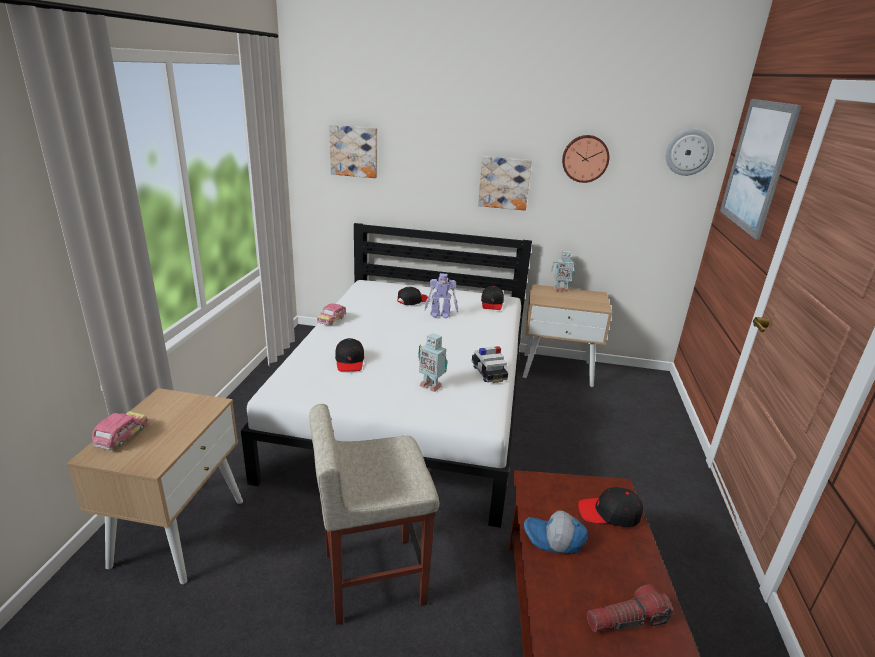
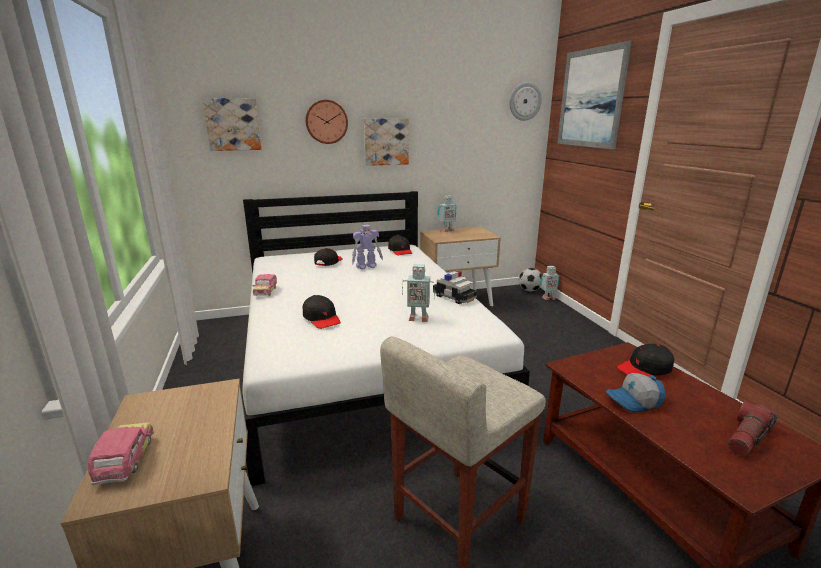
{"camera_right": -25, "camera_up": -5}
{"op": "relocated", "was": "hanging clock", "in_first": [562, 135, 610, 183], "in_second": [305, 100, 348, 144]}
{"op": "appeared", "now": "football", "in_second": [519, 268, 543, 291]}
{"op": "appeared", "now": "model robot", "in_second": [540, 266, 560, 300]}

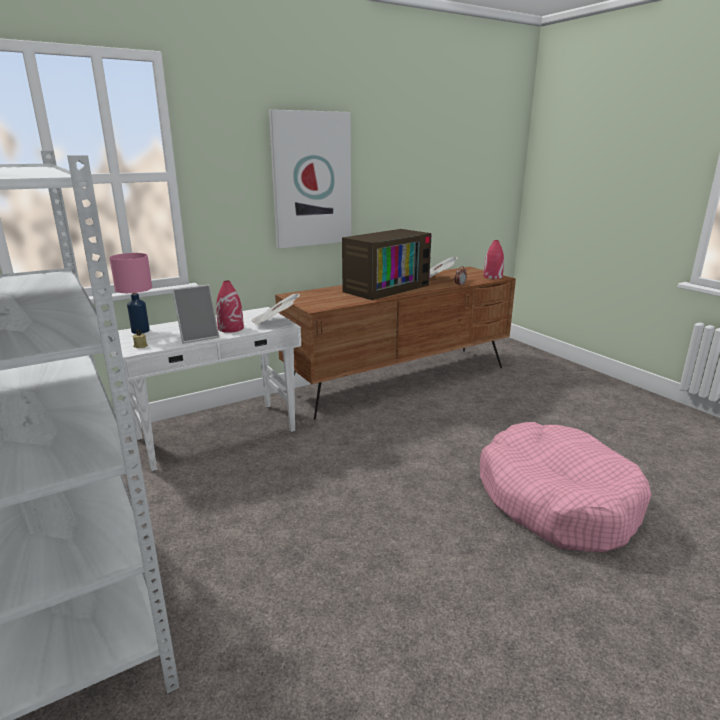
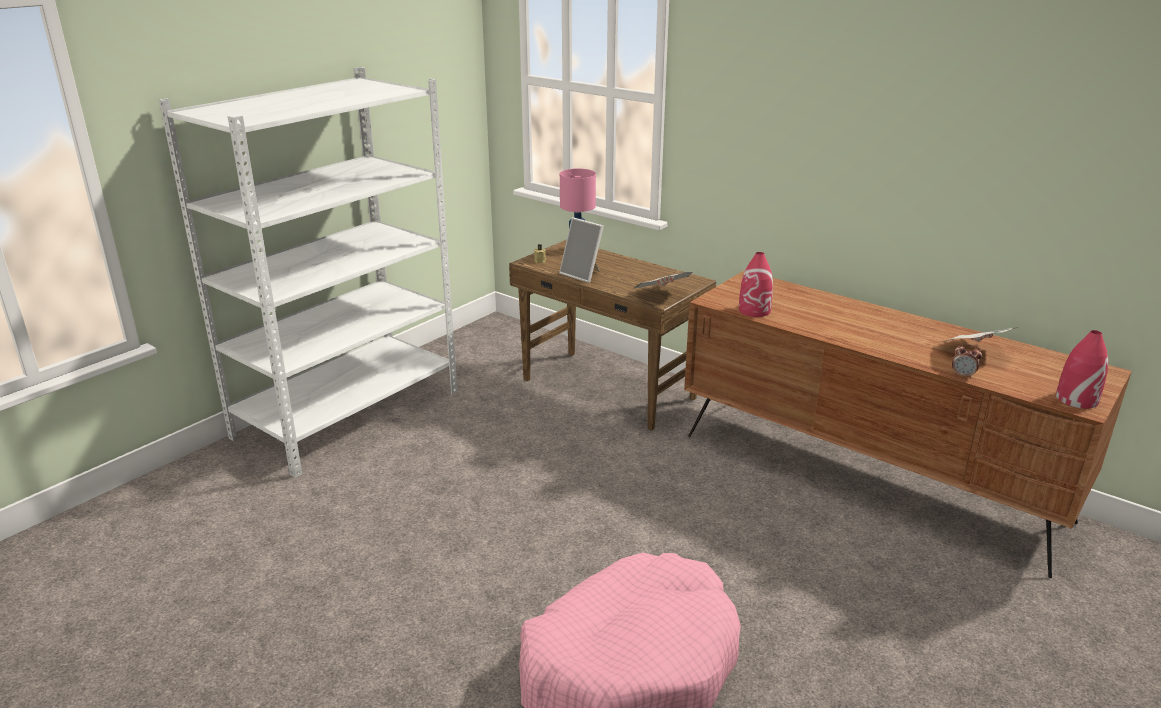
{"camera_right": 70, "camera_up": 5}
{"op": "colour", "was": "white hall table", "now": "brown hall table", "in_first": [111, 307, 301, 471], "in_second": [509, 240, 716, 431]}
{"op": "relocated", "was": "red flower vase", "in_first": [216, 281, 244, 333], "in_second": [739, 252, 773, 317]}
{"op": "missing", "was": "wall art", "in_first": [269, 109, 351, 249]}
{"op": "missing", "was": "TV set", "in_first": [342, 229, 432, 300]}

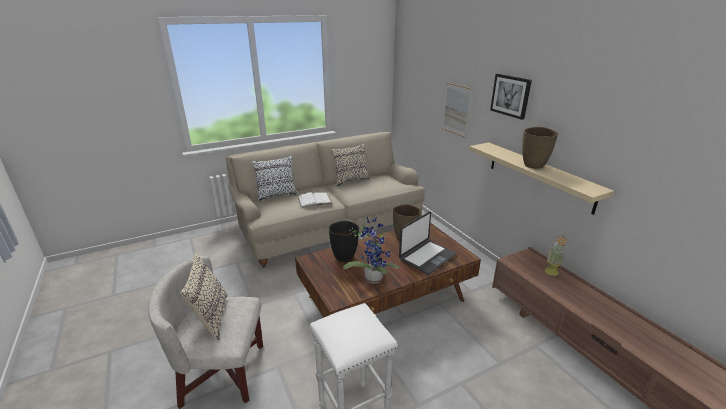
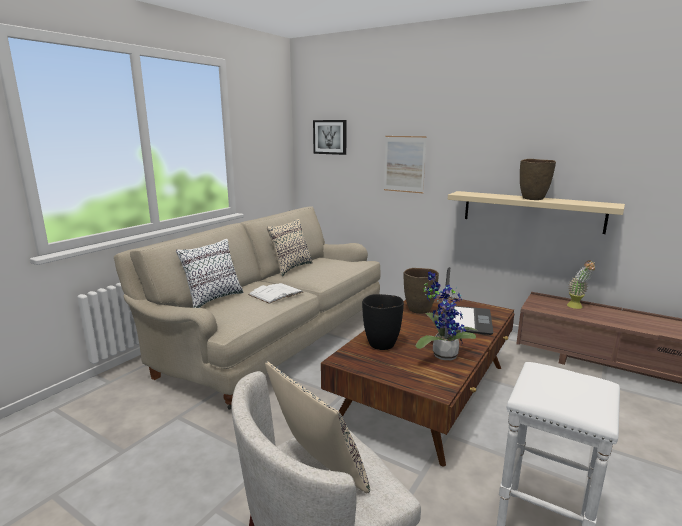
{"camera_right": -30, "camera_up": -10}
{"op": "relocated", "was": "wall art", "in_first": [490, 74, 532, 120], "in_second": [313, 120, 346, 155]}

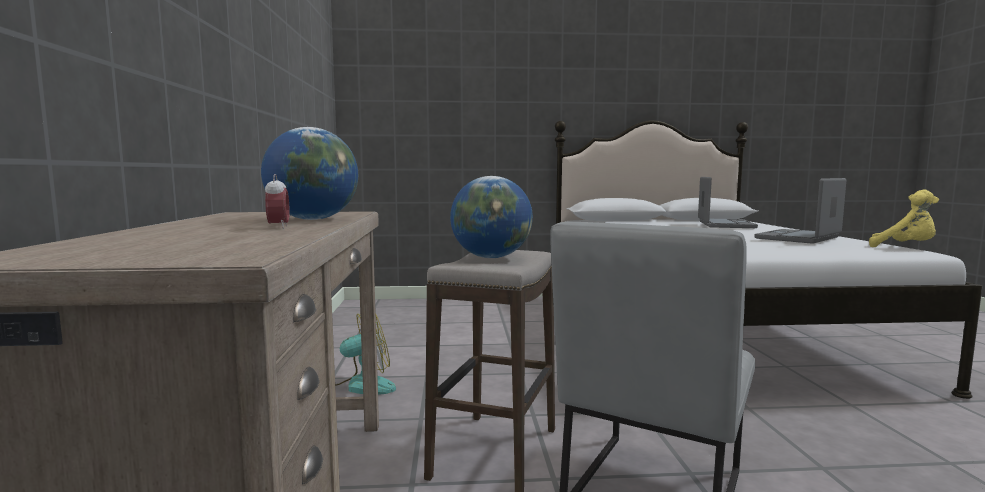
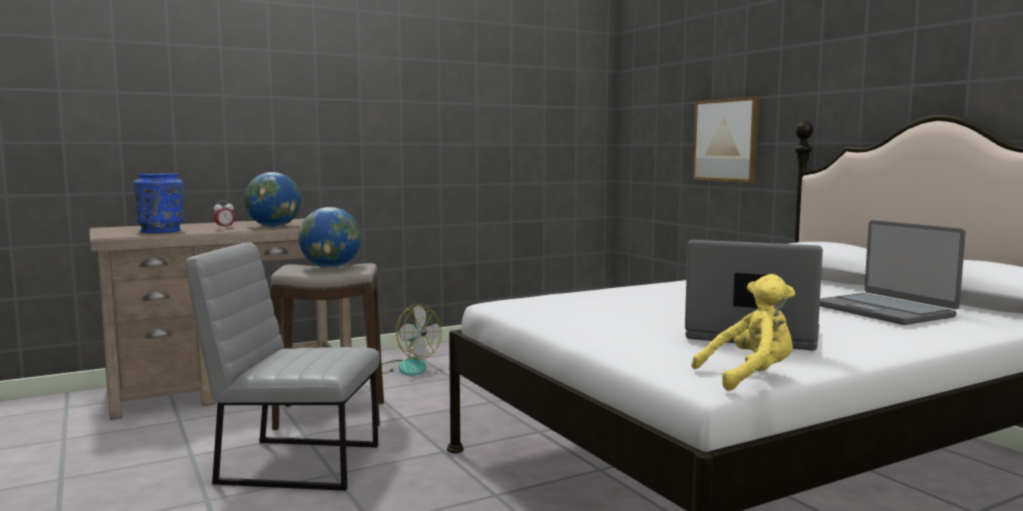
{"camera_right": 65, "camera_up": 0}
{"op": "appeared", "now": "bluish flower vase", "in_second": [133, 173, 184, 233]}
{"op": "spun", "was": "yellow soft toy", "in_first": [869, 190, 939, 247], "in_second": [692, 274, 795, 391], "clockwise": -120}
{"op": "appeared", "now": "wall art", "in_second": [693, 97, 759, 182]}
{"op": "spun", "was": "notebook computer", "in_first": [698, 177, 758, 228], "in_second": [820, 220, 966, 325], "clockwise": 75}

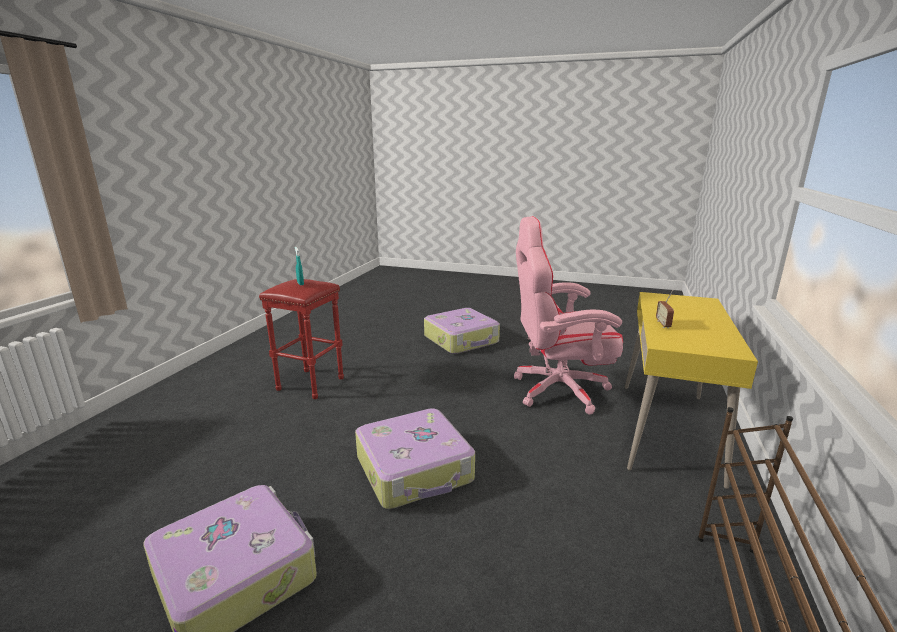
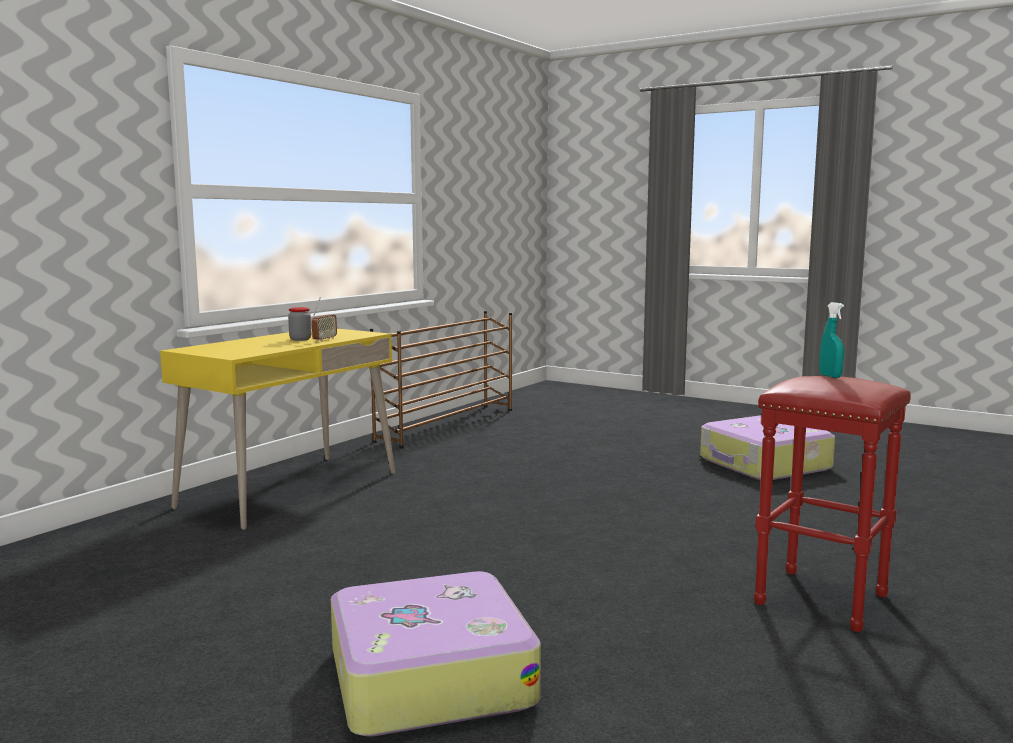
{"camera_right": -165, "camera_up": -10}
{"op": "appeared", "now": "preserve jar", "in_second": [288, 307, 311, 341]}
{"op": "missing", "was": "suitcase", "in_first": [355, 408, 475, 509]}
{"op": "missing", "was": "pink-coloured desk chair", "in_first": [514, 216, 623, 415]}

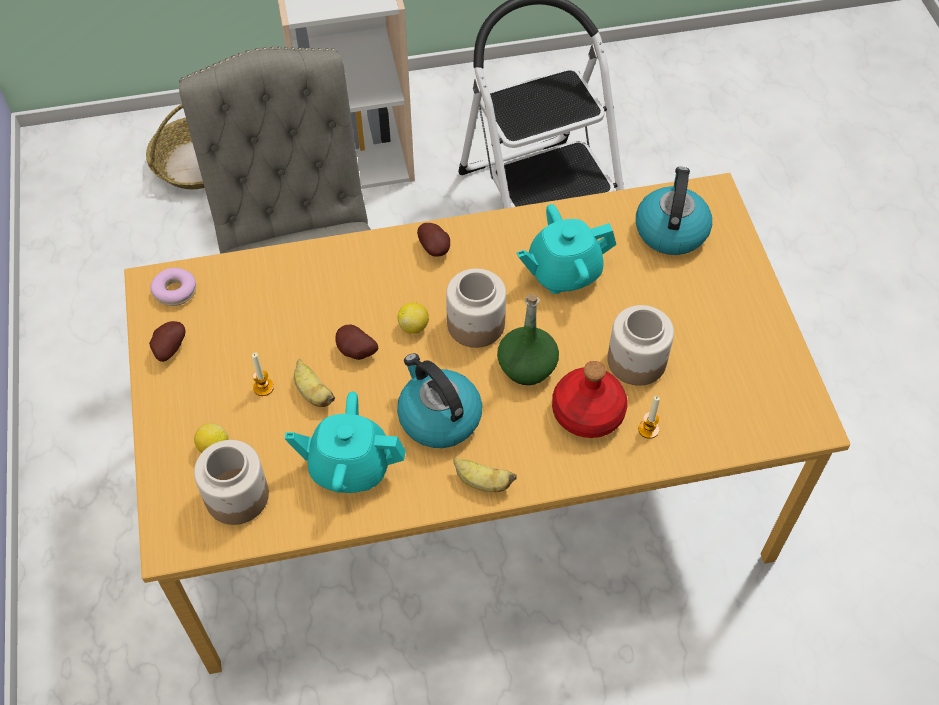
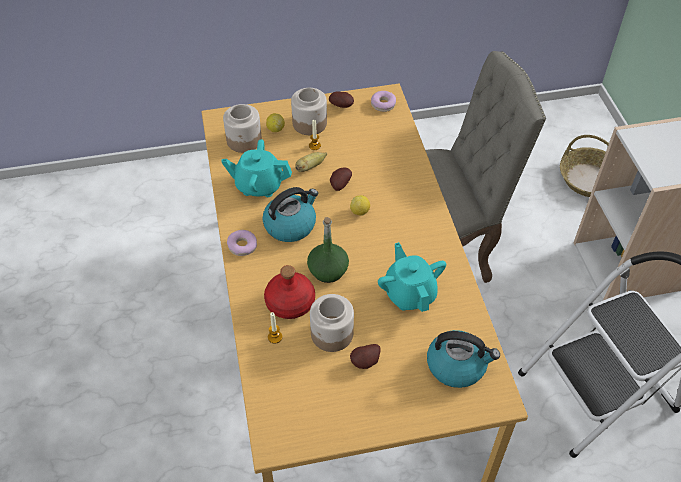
{"camera_right": 90, "camera_up": -5}
{"op": "spun", "was": "turquoise teapot", "in_first": [285, 392, 406, 493], "in_second": [221, 139, 292, 197], "clockwise": -90}
{"op": "exchanged", "was": "banana fruit", "now": "doughnut", "in_first": [453, 457, 517, 492], "in_second": [227, 230, 257, 256]}
{"op": "relocated", "was": "preserve jar", "in_first": [446, 269, 506, 348], "in_second": [291, 88, 327, 135]}
{"op": "relocated", "was": "whole potato", "in_first": [417, 223, 450, 257], "in_second": [350, 344, 381, 369]}

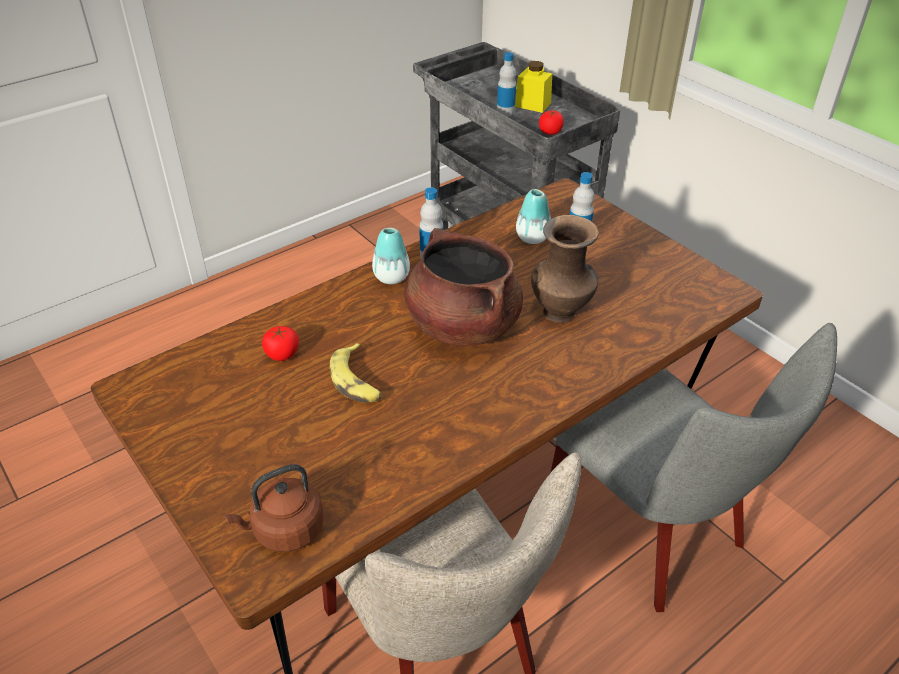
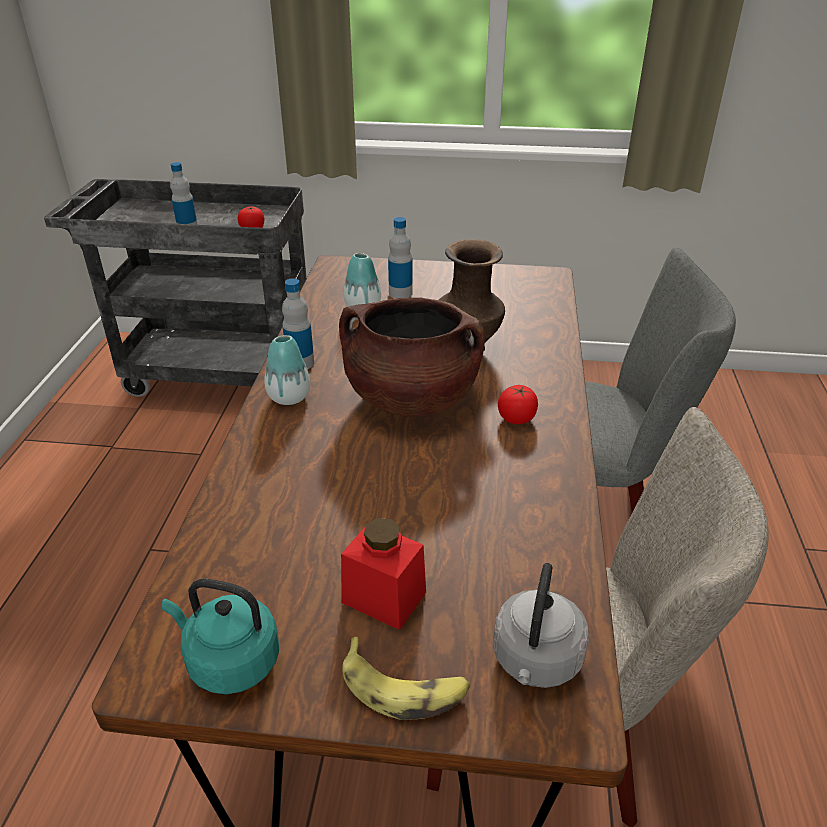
{"camera_right": -45, "camera_up": -5}
{"op": "appeared", "now": "turquoise water kettle", "in_second": [162, 579, 279, 694]}
{"op": "appeared", "now": "red preserve jar", "in_second": [341, 518, 426, 630]}
{"op": "relocated", "was": "banana fruit", "in_first": [330, 343, 383, 402], "in_second": [342, 636, 470, 720]}
{"op": "colour", "was": "brown water kettle", "now": "greyish water kettle", "in_first": [225, 464, 324, 552], "in_second": [493, 563, 589, 688]}
{"op": "relocated", "was": "tomato", "in_first": [262, 326, 299, 361], "in_second": [498, 385, 538, 424]}
{"op": "missing", "was": "yellow preserve jar", "in_first": [515, 61, 552, 113]}

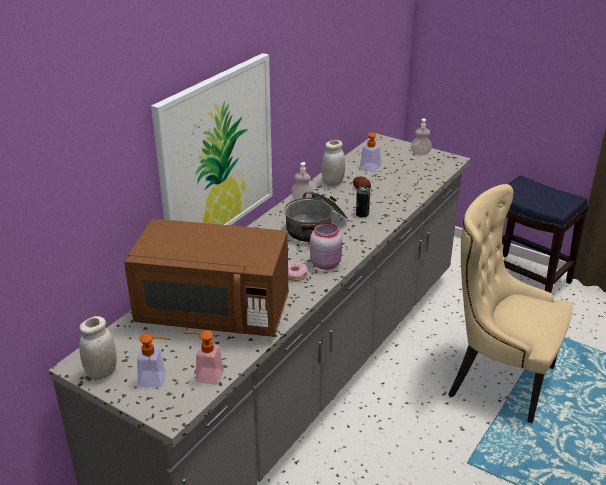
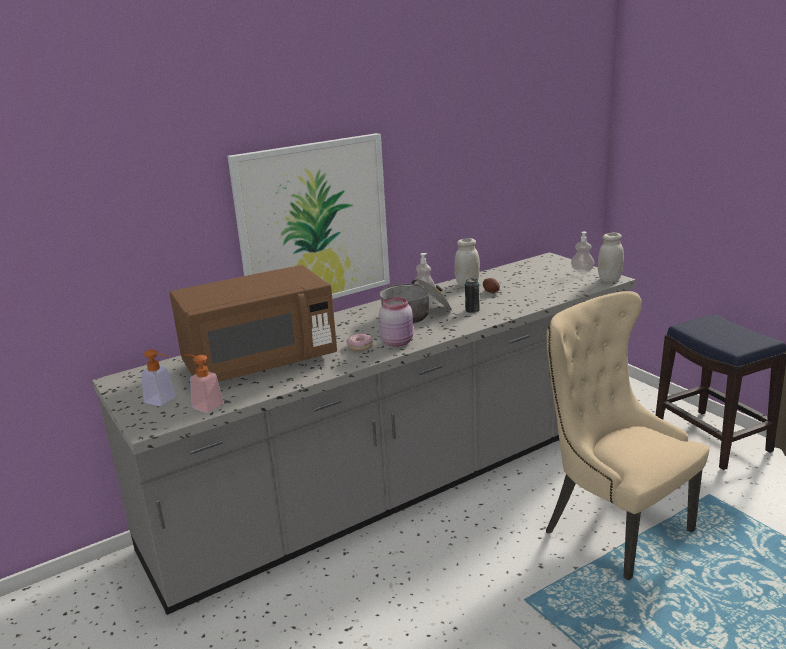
{"camera_right": 25, "camera_up": -10}
{"op": "spun", "was": "brown kitchen microwave", "in_first": [124, 219, 289, 337], "in_second": [170, 265, 337, 382], "clockwise": -60}
{"op": "relocated", "was": "white preserve jar", "in_first": [79, 316, 117, 380], "in_second": [598, 233, 624, 282]}
{"op": "missing", "was": "liquid soap bottle", "in_first": [360, 131, 381, 172]}

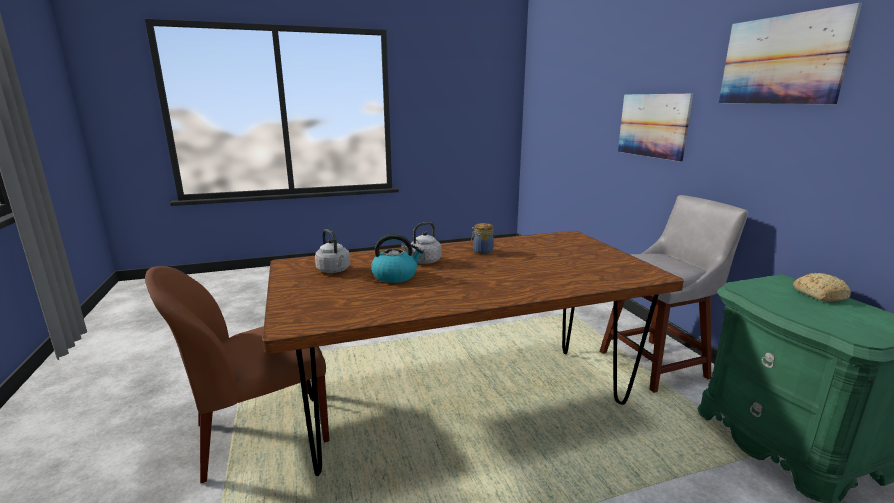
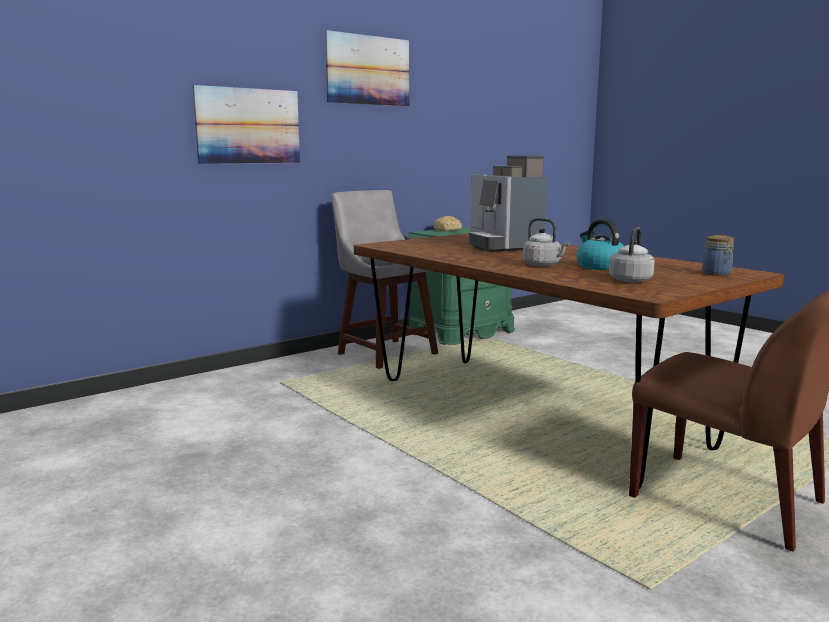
{"camera_right": -110, "camera_up": -5}
{"op": "appeared", "now": "coffee machine", "in_second": [469, 155, 547, 252]}
{"op": "relocated", "was": "preserve jar", "in_first": [471, 223, 494, 254], "in_second": [702, 235, 734, 276]}

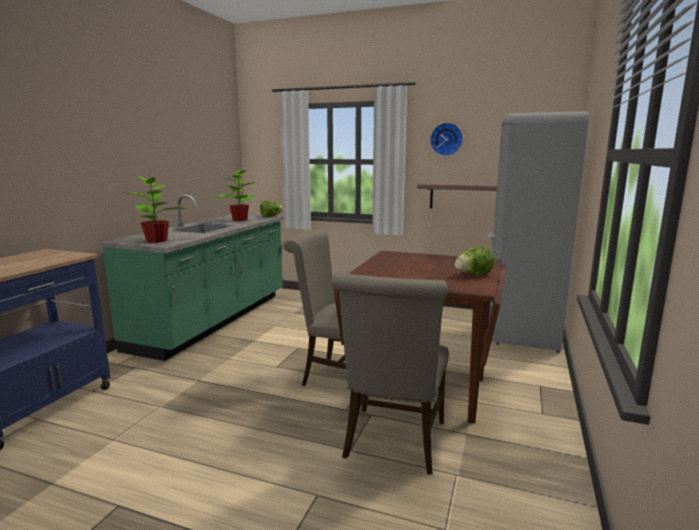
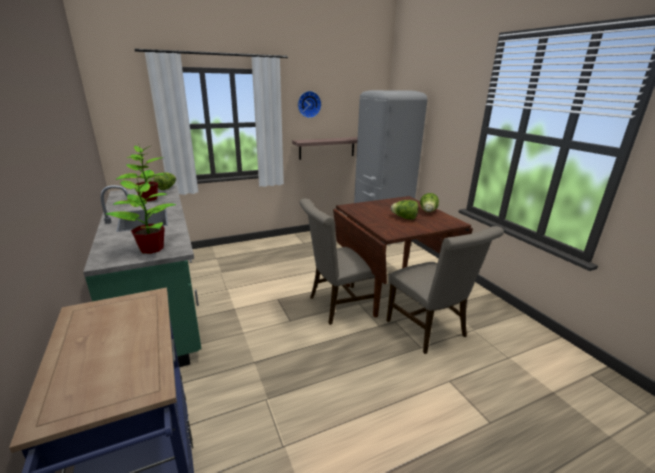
{"camera_right": -45, "camera_up": 10}
{"op": "appeared", "now": "lettuce head", "in_second": [391, 200, 418, 220]}

